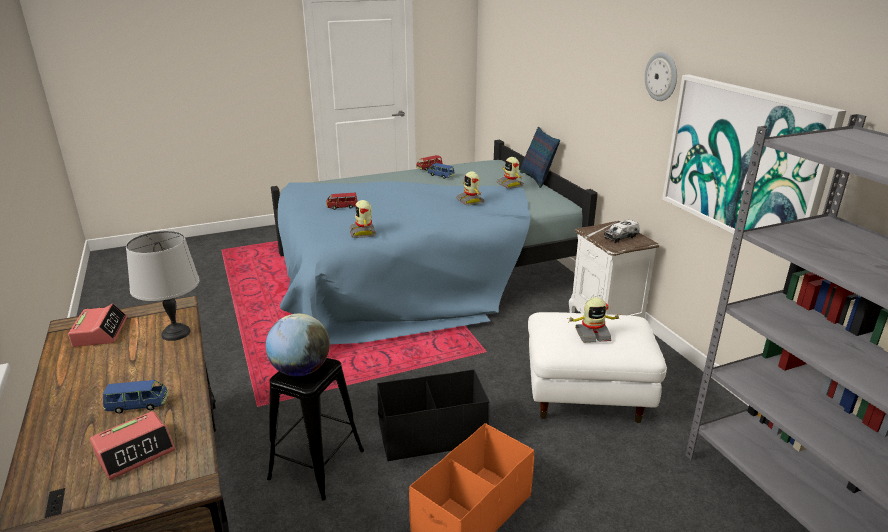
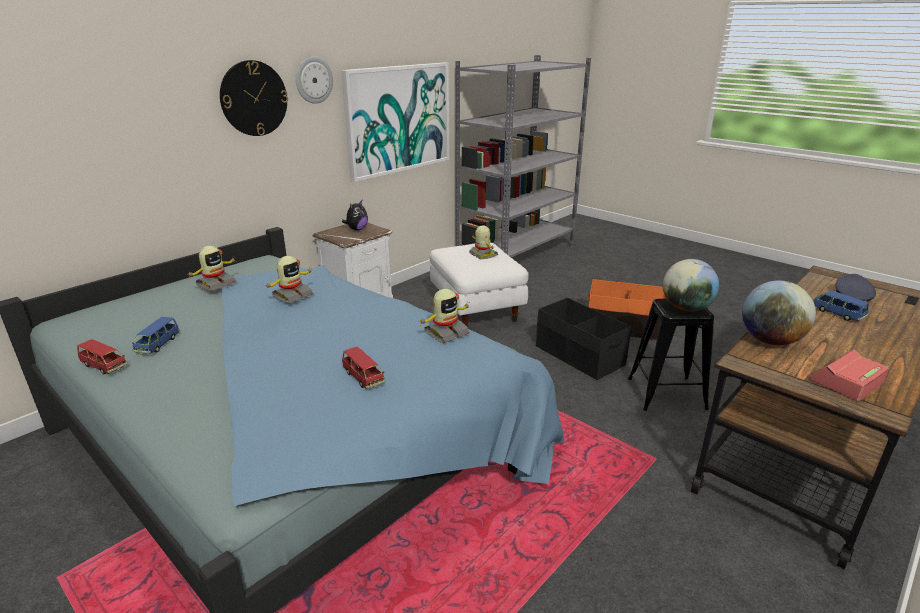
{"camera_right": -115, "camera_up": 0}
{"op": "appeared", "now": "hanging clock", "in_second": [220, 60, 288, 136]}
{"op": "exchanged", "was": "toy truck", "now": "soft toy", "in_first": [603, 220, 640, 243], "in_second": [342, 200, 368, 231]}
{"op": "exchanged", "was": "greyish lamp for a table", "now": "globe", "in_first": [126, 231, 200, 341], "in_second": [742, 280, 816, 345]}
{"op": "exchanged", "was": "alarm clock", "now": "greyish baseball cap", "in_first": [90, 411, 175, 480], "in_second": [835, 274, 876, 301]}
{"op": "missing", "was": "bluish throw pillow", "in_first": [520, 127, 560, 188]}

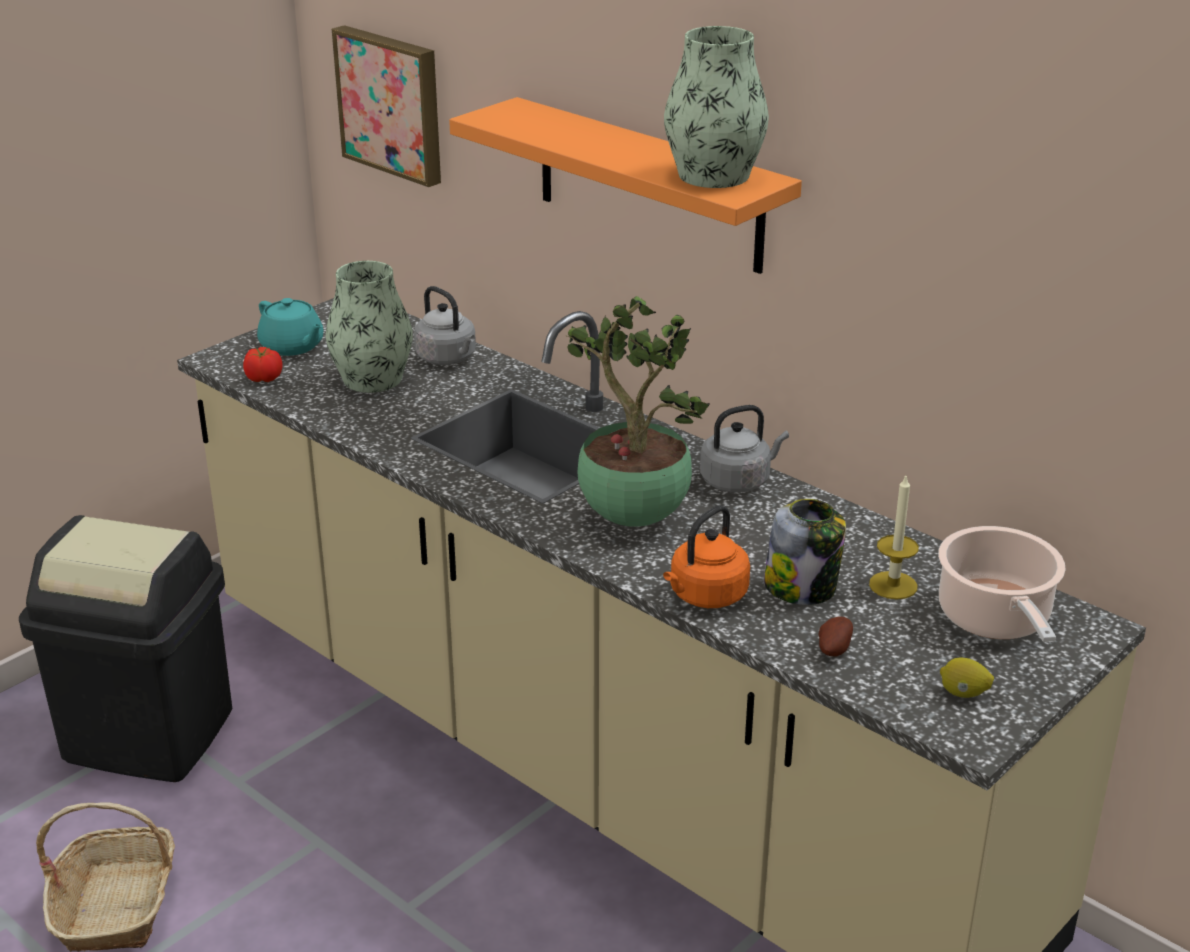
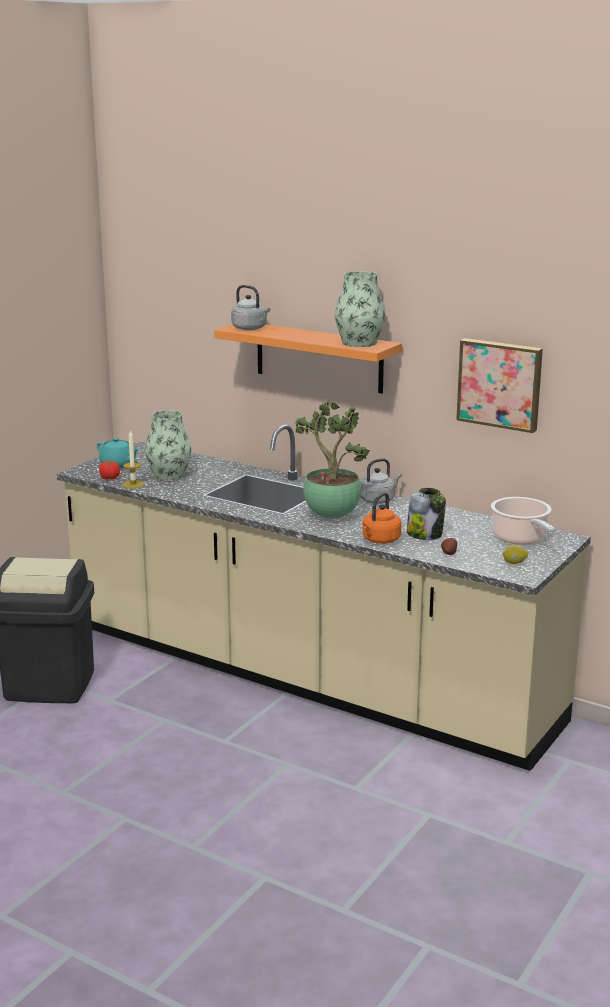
{"camera_right": -10, "camera_up": -10}
{"op": "relocated", "was": "wax light", "in_first": [869, 474, 919, 599], "in_second": [123, 429, 144, 488]}
{"op": "relocated", "was": "greyish water kettle", "in_first": [414, 286, 476, 365], "in_second": [231, 285, 270, 330]}
{"op": "relocated", "was": "wall art", "in_first": [332, 25, 441, 187], "in_second": [456, 338, 543, 433]}
{"op": "missing", "was": "storage basket", "in_first": [36, 803, 175, 952]}

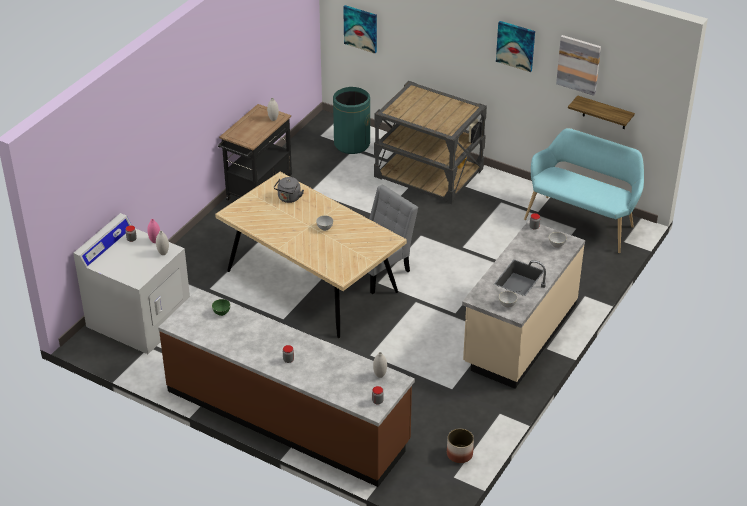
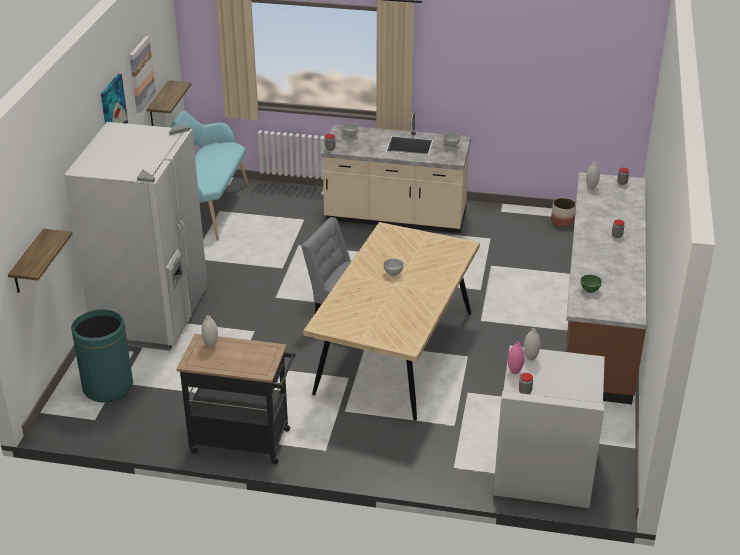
{"camera_right": -110, "camera_up": -5}
{"op": "exchanged", "was": "wall art", "now": "wall shelf", "in_first": [343, 5, 377, 53], "in_second": [8, 229, 73, 293]}
{"op": "exchanged", "was": "bookshelf", "now": "white refrigerator", "in_first": [374, 81, 487, 204], "in_second": [64, 122, 208, 351]}
{"op": "missing", "was": "greyish water kettle", "in_first": [274, 177, 304, 203]}

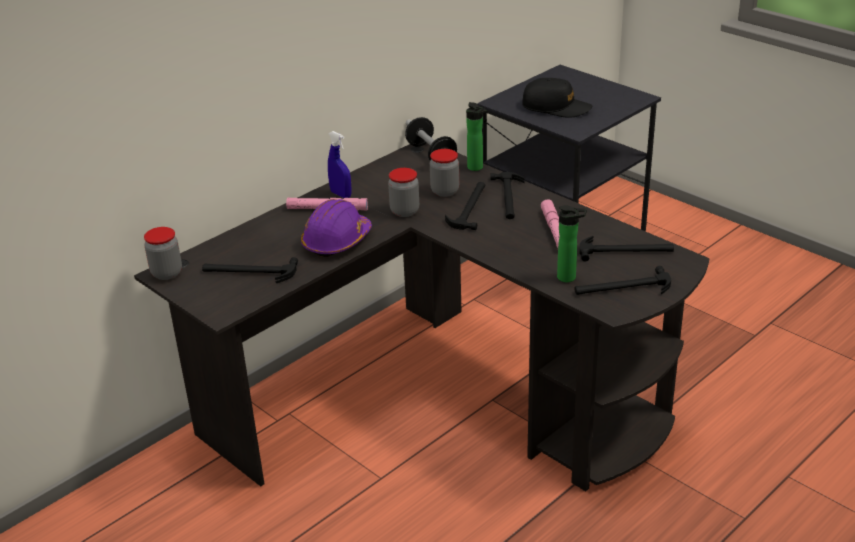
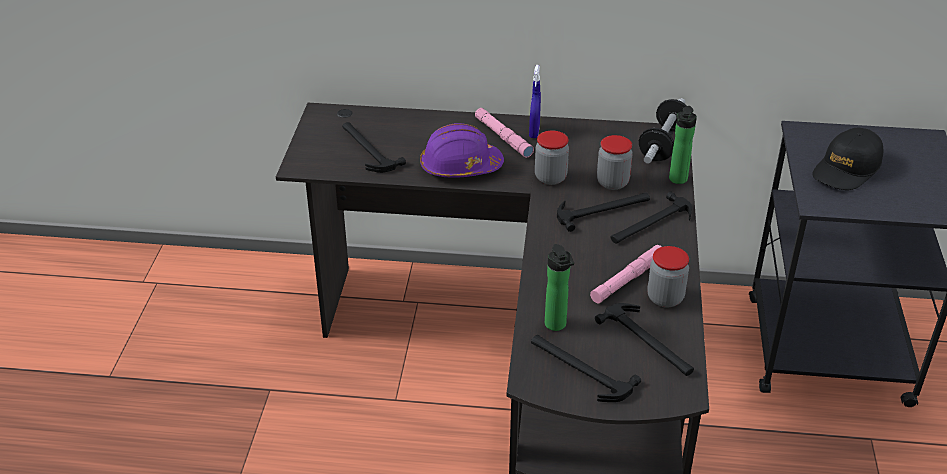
{"camera_right": 50, "camera_up": 5}
{"op": "relocated", "was": "preserve jar", "in_first": [144, 227, 182, 280], "in_second": [647, 246, 689, 307]}
{"op": "spun", "was": "black-coloured baseball cap", "in_first": [522, 78, 592, 118], "in_second": [812, 128, 884, 190], "clockwise": 60}

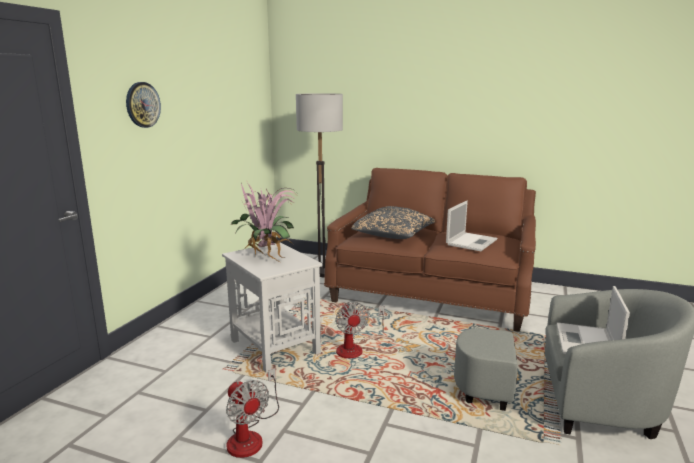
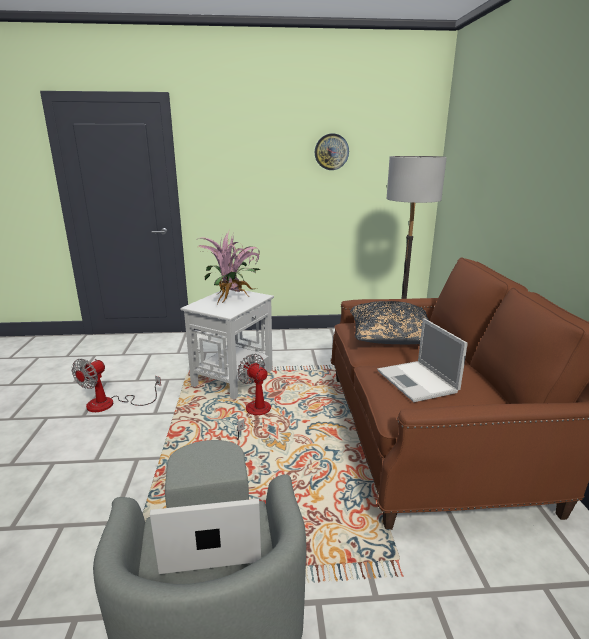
{"camera_right": 65, "camera_up": 5}
{"op": "spun", "was": "cooling fan", "in_first": [336, 302, 385, 358], "in_second": [236, 354, 271, 440], "clockwise": 90}
{"op": "relocated", "was": "hanging clock", "in_first": [126, 82, 161, 128], "in_second": [315, 133, 349, 170]}
{"op": "spun", "was": "notebook computer", "in_first": [446, 201, 498, 251], "in_second": [377, 318, 468, 402], "clockwise": 60}

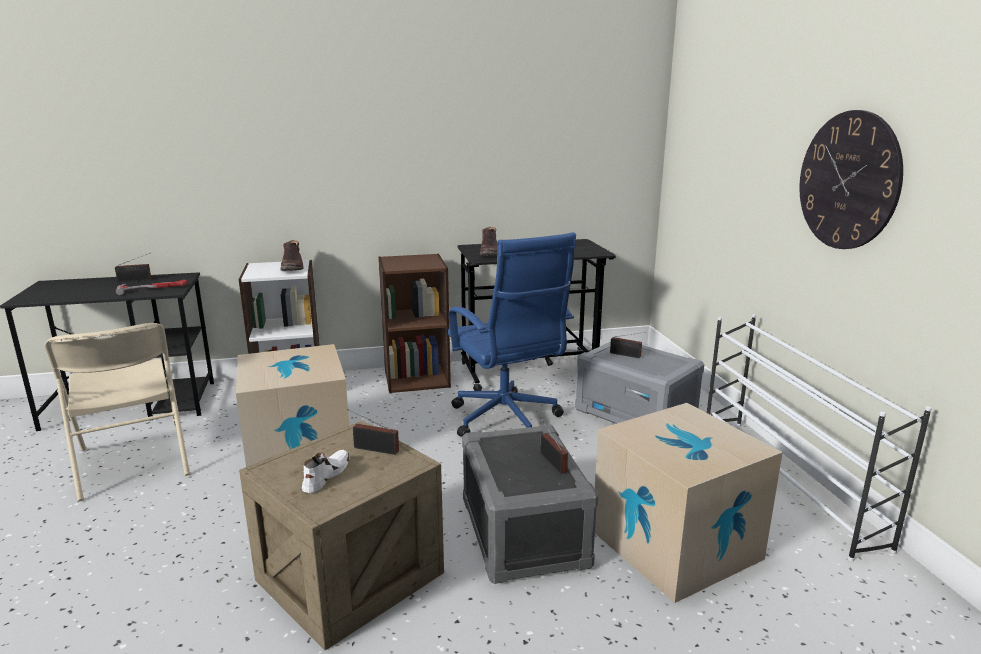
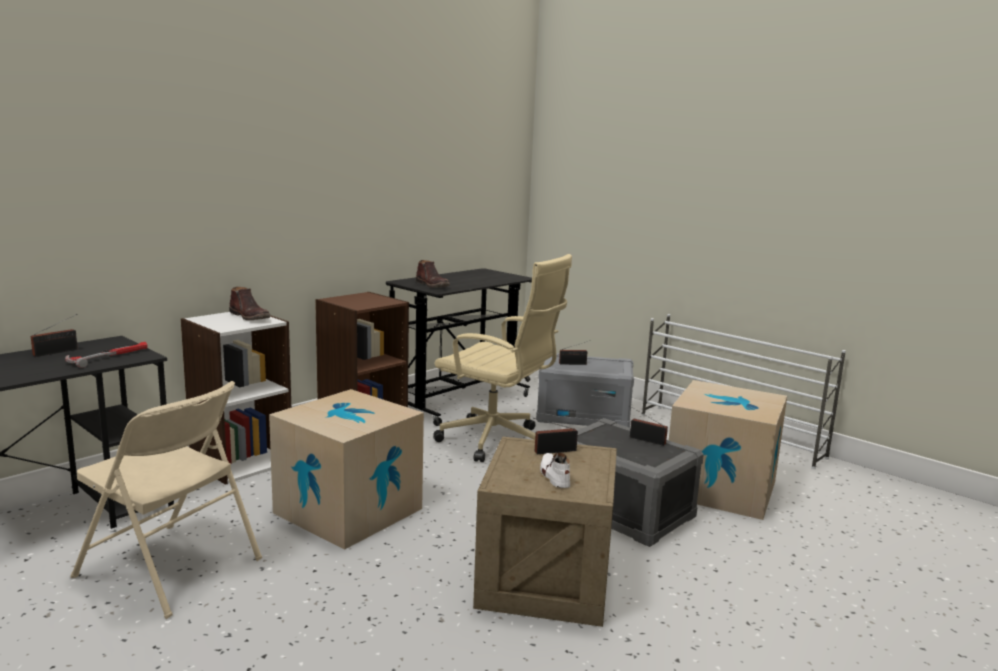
{"camera_right": -35, "camera_up": -5}
{"op": "colour", "was": "bluish desk chair", "now": "beige-coloured desk chair", "in_first": [448, 232, 576, 437], "in_second": [433, 254, 572, 462]}
{"op": "missing", "was": "hanging clock", "in_first": [800, 110, 903, 249]}

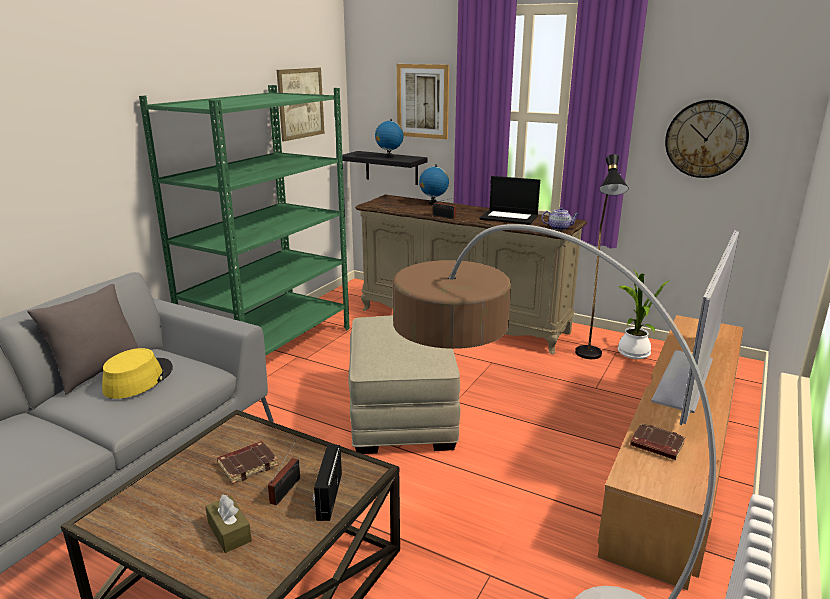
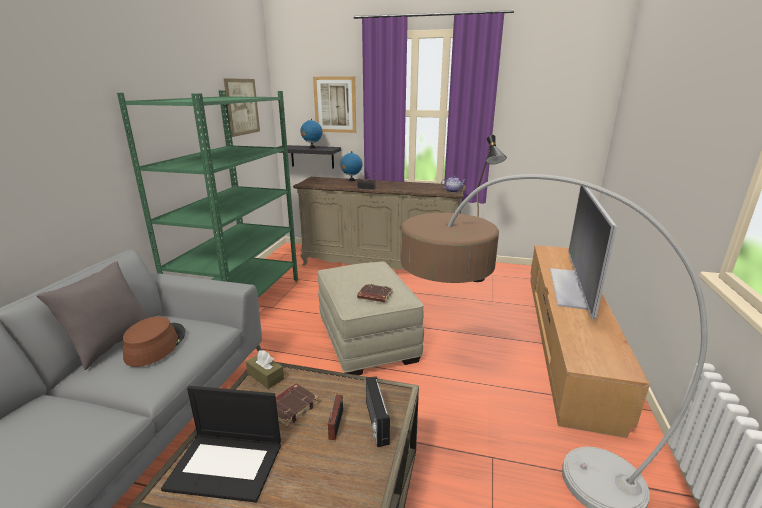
{"camera_right": -15, "camera_up": 0}
{"op": "colour", "was": "yellow wearable hat", "now": "brown wearable hat", "in_first": [102, 348, 173, 399], "in_second": [123, 316, 186, 367]}
{"op": "relocated", "was": "notebook computer", "in_first": [480, 176, 540, 225], "in_second": [161, 386, 281, 503]}
{"op": "relocated", "was": "brown box of tissues", "in_first": [205, 494, 252, 553], "in_second": [246, 350, 284, 389]}
{"op": "relocated", "was": "brown bound book", "in_first": [630, 423, 685, 460], "in_second": [357, 284, 393, 303]}
{"op": "missing", "was": "houseplant", "in_first": [618, 269, 670, 359]}
{"op": "missing", "was": "hanging clock", "in_first": [665, 100, 749, 178]}

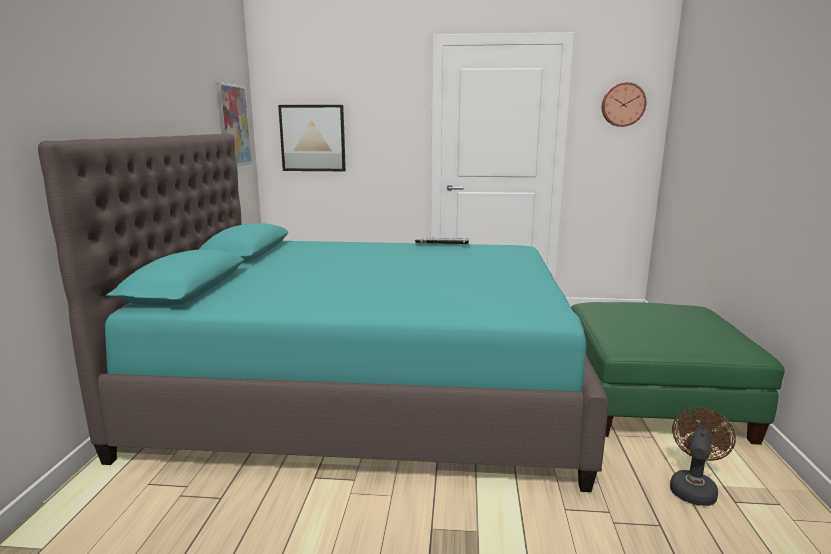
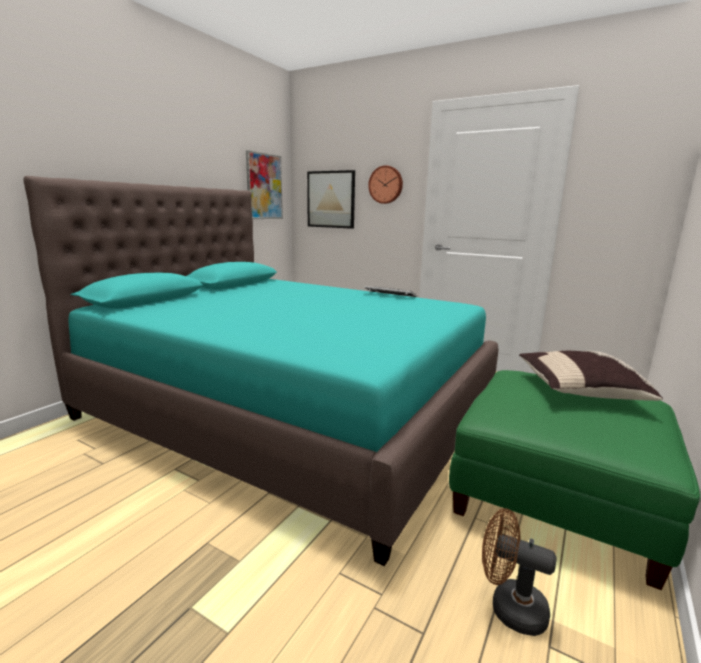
{"camera_right": 25, "camera_up": 0}
{"op": "relocated", "was": "hanging clock", "in_first": [602, 82, 646, 127], "in_second": [368, 165, 403, 204]}
{"op": "spun", "was": "brown cooling fan", "in_first": [670, 407, 736, 506], "in_second": [482, 508, 556, 636], "clockwise": -120}
{"op": "appeared", "now": "throw pillow", "in_second": [519, 351, 663, 401]}

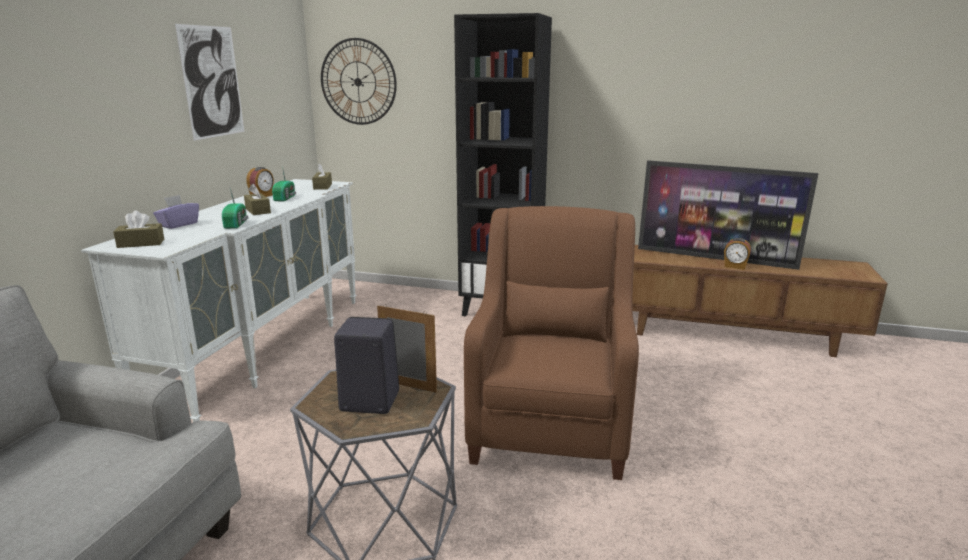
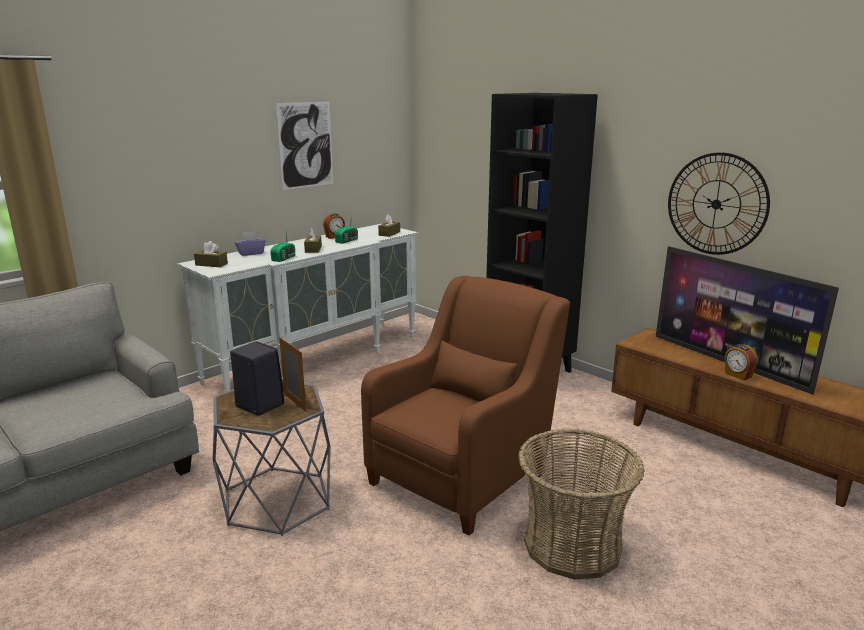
{"camera_right": 30, "camera_up": 0}
{"op": "appeared", "now": "storage basket", "in_second": [518, 428, 645, 580]}
{"op": "relocated", "was": "hanging clock", "in_first": [321, 38, 397, 125], "in_second": [668, 152, 770, 255]}

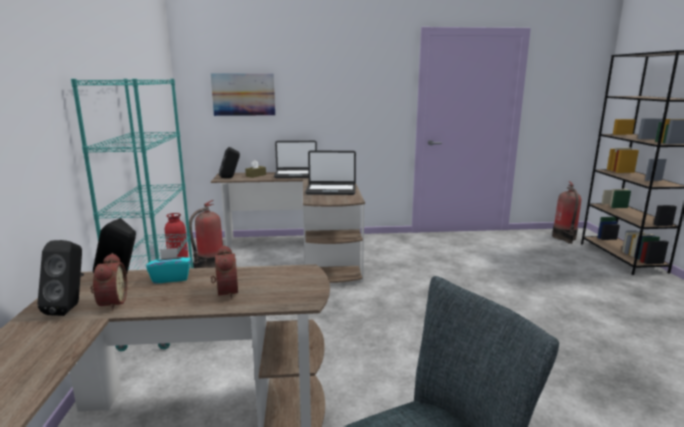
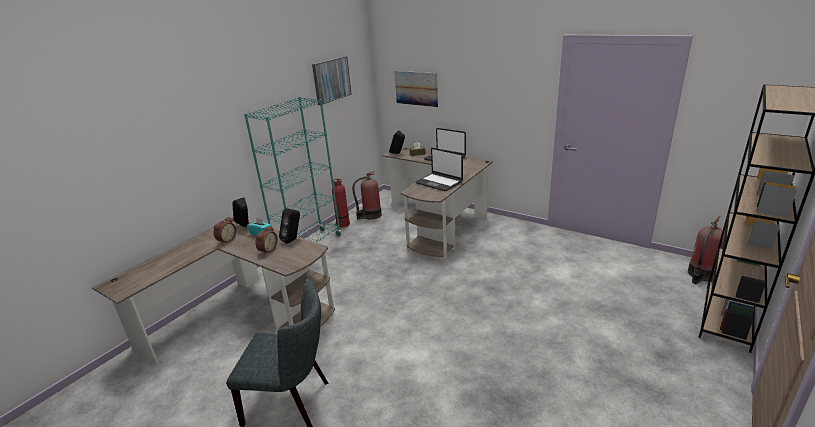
{"camera_right": 40, "camera_up": 10}
{"op": "relocated", "was": "black-coloured audio speaker", "in_first": [37, 240, 82, 316], "in_second": [279, 208, 300, 244]}
{"op": "appeared", "now": "wall art", "in_second": [312, 56, 352, 105]}

